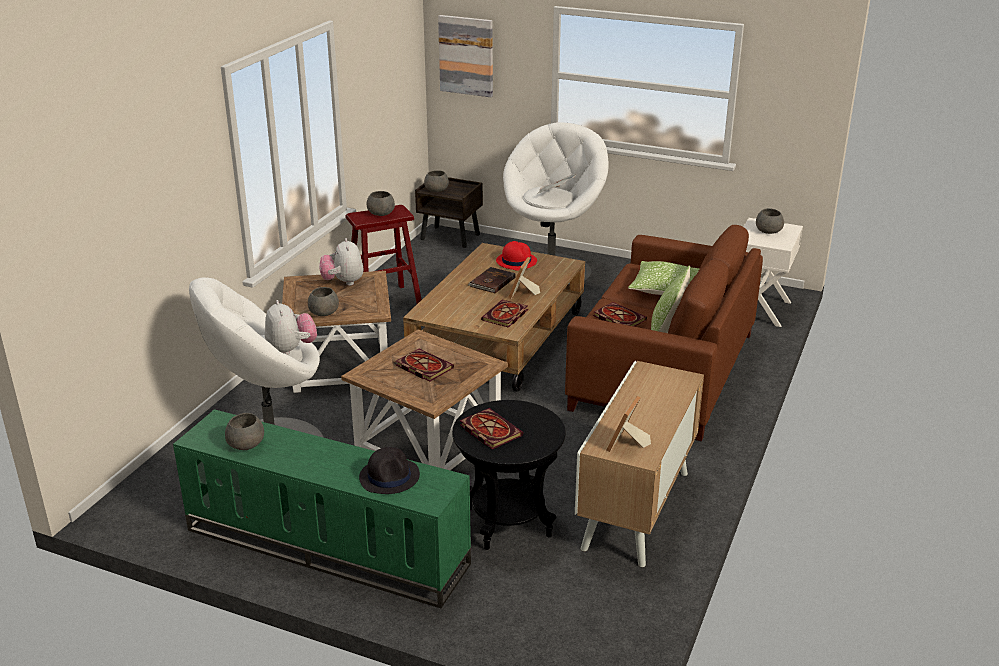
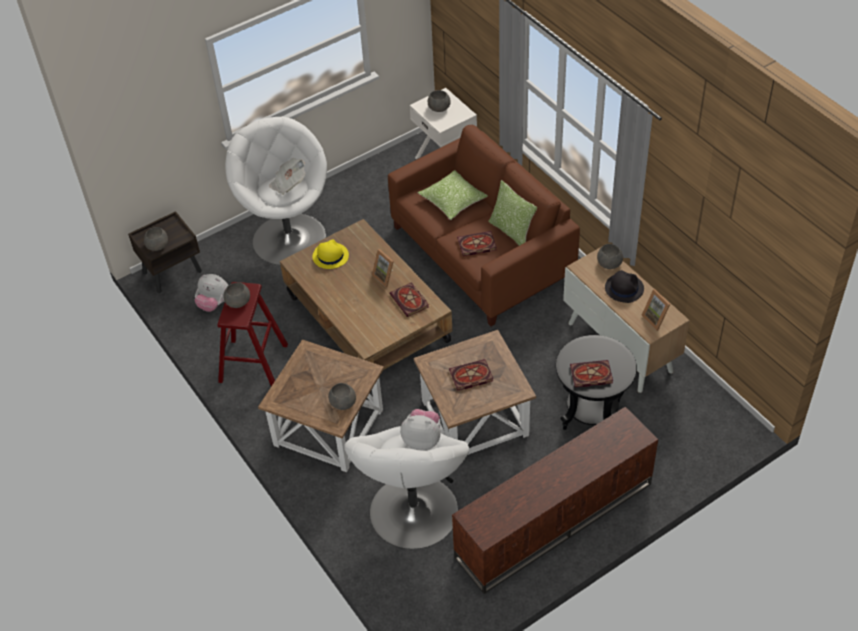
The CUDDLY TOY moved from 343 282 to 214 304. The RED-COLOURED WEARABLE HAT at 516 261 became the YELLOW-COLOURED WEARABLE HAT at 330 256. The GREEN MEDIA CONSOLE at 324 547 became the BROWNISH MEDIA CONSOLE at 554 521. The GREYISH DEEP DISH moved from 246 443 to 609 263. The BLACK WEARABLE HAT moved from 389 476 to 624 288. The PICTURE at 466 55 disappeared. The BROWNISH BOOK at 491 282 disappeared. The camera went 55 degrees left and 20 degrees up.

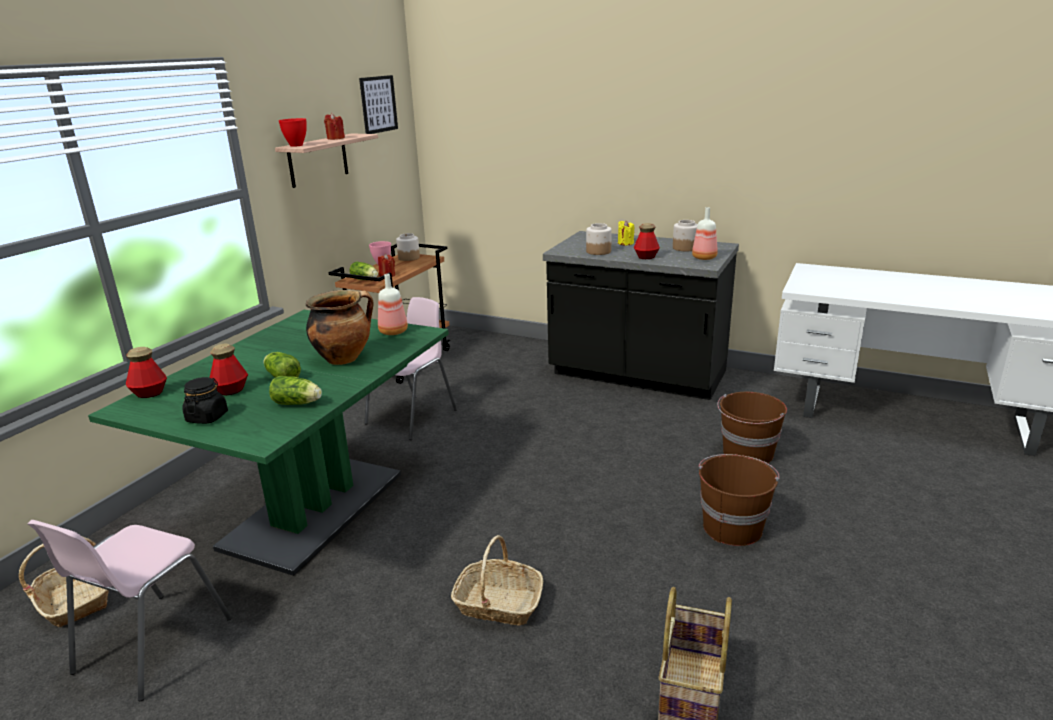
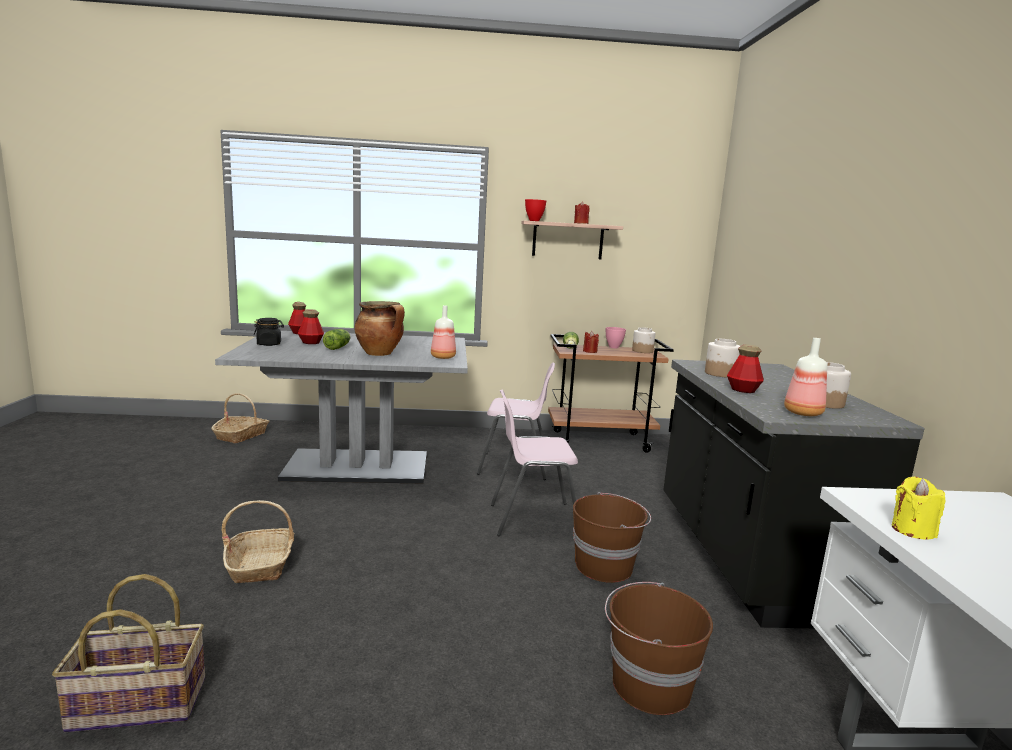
The GREEN KITCHEN TABLE at 314 510 became the GREYISH KITCHEN TABLE at 357 467. The PINKISH UPRIGHT CHAIR moved from 151 646 to 532 519. The BROWNISH BUCKET moved from 732 527 to 605 566. The YELLOW-COLOURED WAX LIGHT moved from 625 243 to 912 530. The HEAD OF LETTUCE at 298 403 disappeared. The PICTURE at 378 104 disappeared. The camera went 60 degrees right and 10 degrees down.

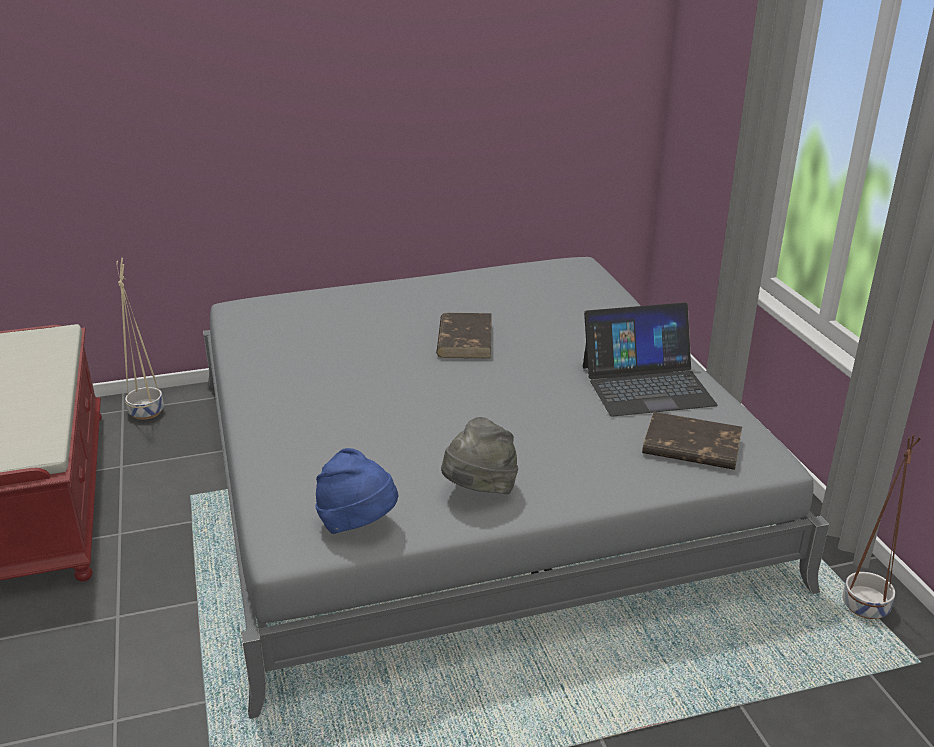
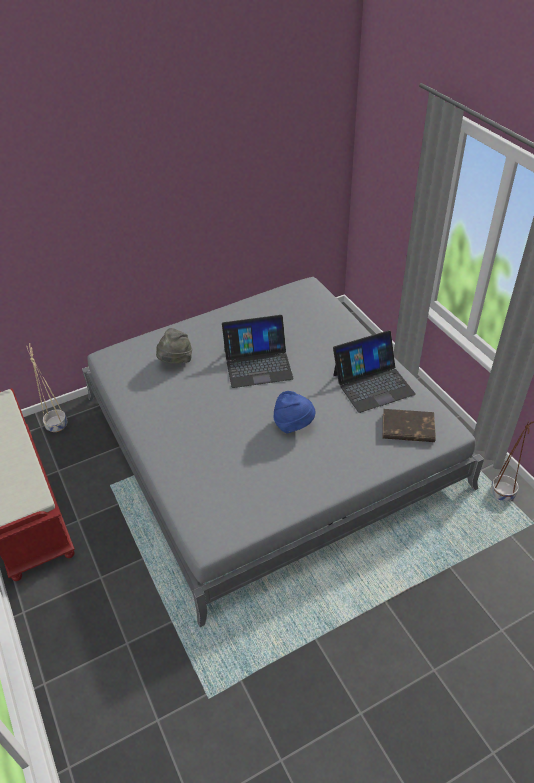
The GREYISH WEARABLE HAT moved from 479 491 to 175 361. The BROWNISH BOOK at 464 339 was replaced by the PORTABLE COMPUTER at 258 364. The BLUISH WEARABLE HAT moved from 357 523 to 293 424. The camera went 10 degrees left and 15 degrees up.

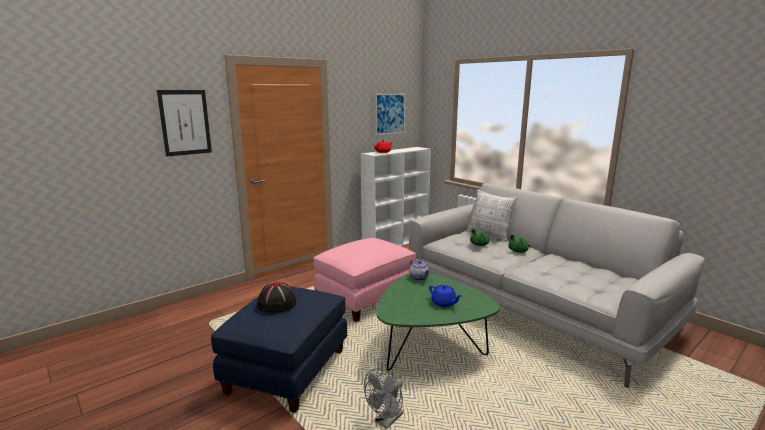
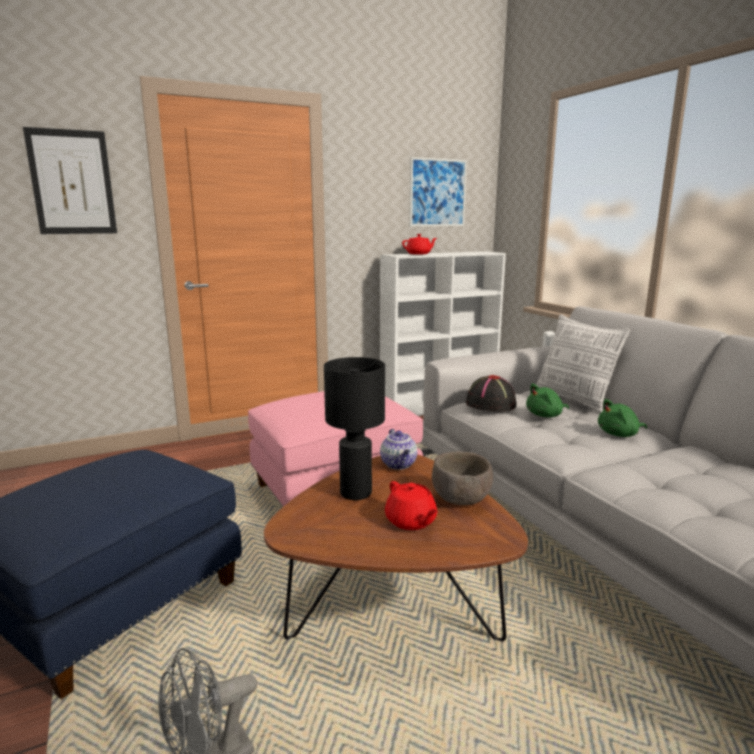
The GREEN COFFEE TABLE at 430 348 became the BROWNISH COFFEE TABLE at 394 604. The BLACK LAMP FOR A TABLE at 356 492 appeared. The BLUISH POT FOR TEA at 444 303 became the RED-COLOURED POT FOR TEA at 411 521. The BROWNISH DEEP DISH at 460 500 appeared. The BLACK WEARABLE HAT moved from 276 304 to 490 404. The camera went 15 degrees right and 0 degrees up.

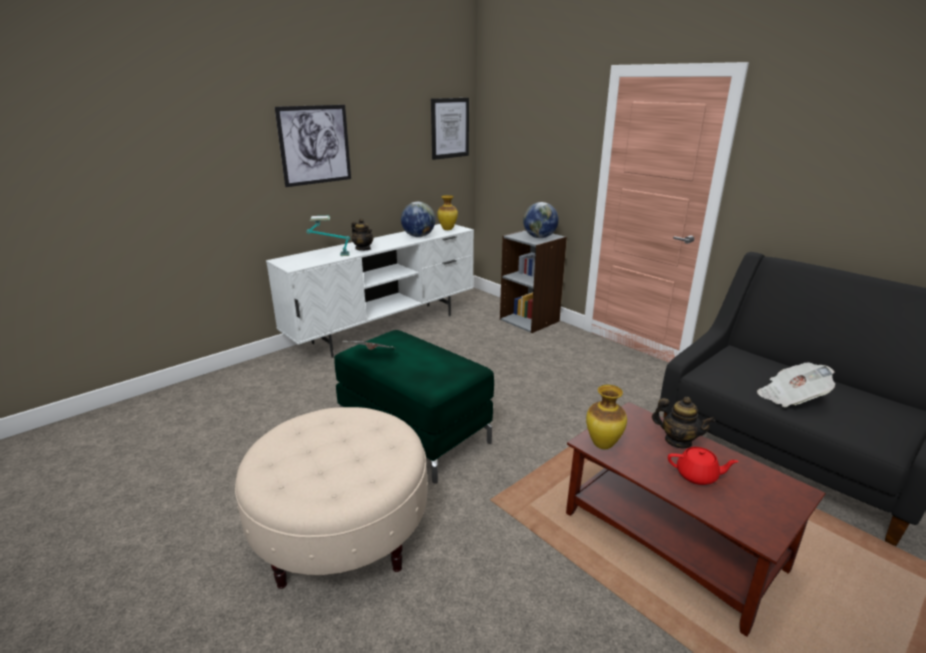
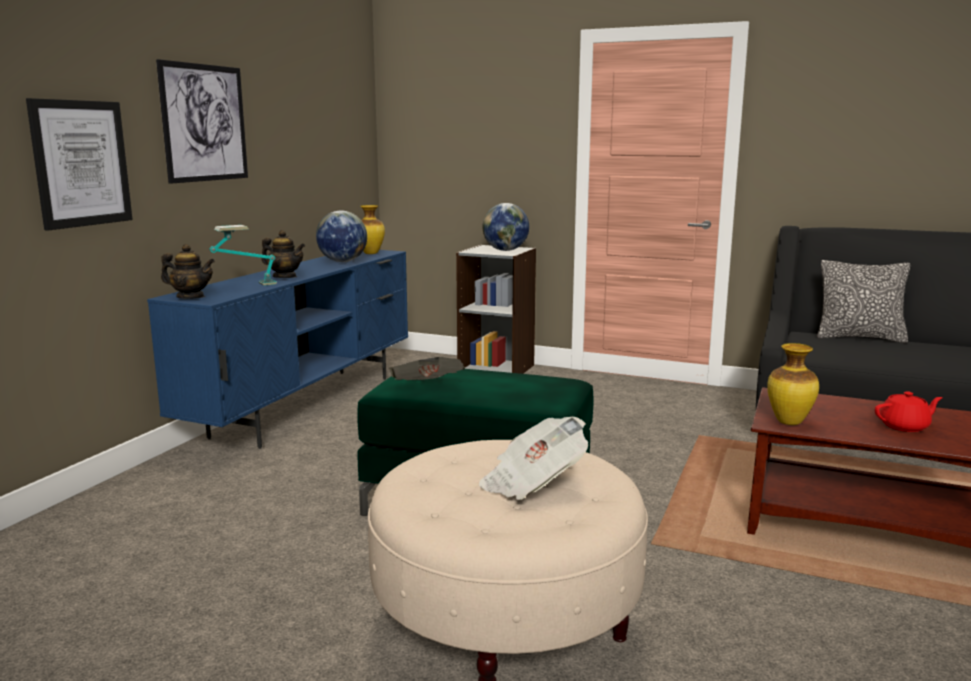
The PICTURE moved from 449 128 to 81 163. The WHITISH MEDIA CONSOLE at 386 328 became the BLUISH MEDIA CONSOLE at 307 405. The POT FOR TEA moved from 678 441 to 190 297. The DAILY PAPER moved from 790 398 to 532 483. The THROW PILLOW at 859 337 appeared. The camera went 25 degrees left and 10 degrees down.

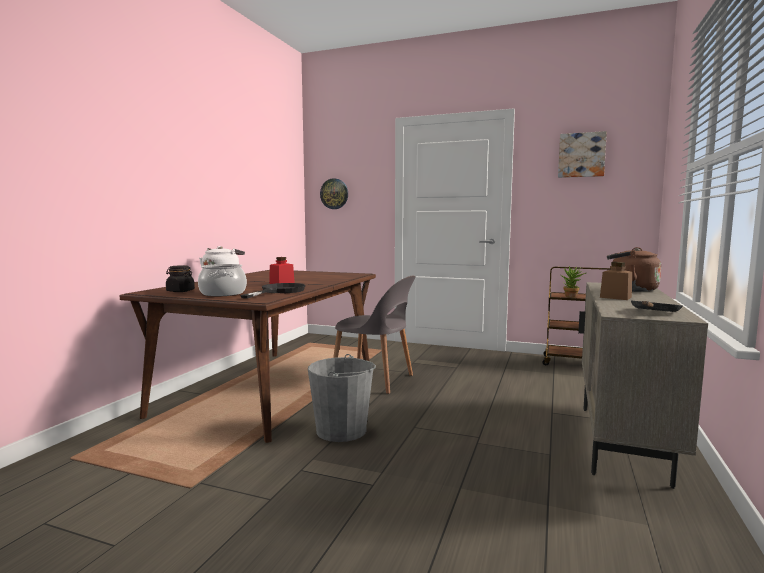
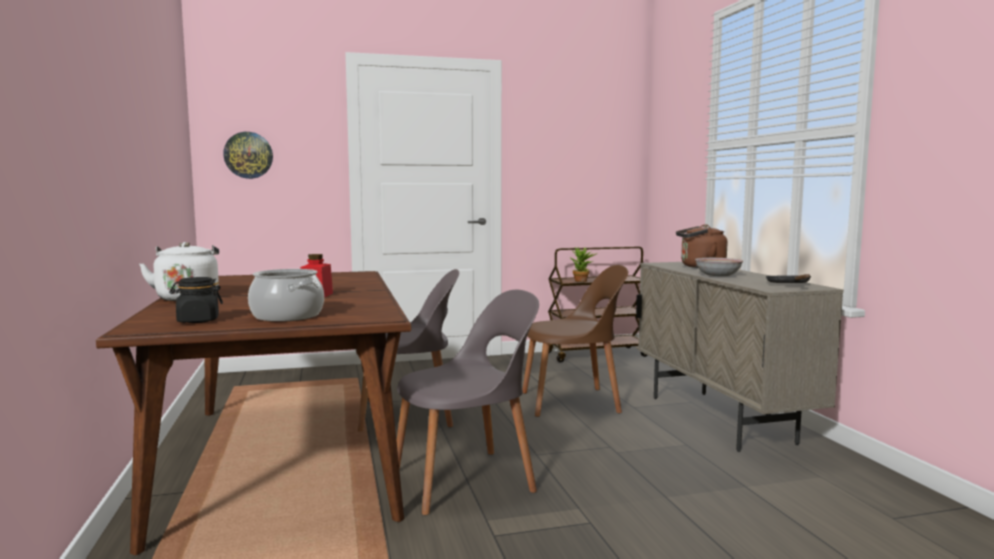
The GREYISH BUCKET at 342 430 was replaced by the GREYISH UPRIGHT CHAIR at 467 480. The BROWNISH UPRIGHT CHAIR at 573 402 appeared. The BROWNISH STORAGE JAR at 615 297 was replaced by the DEEP DISH at 718 275. The BLACK PAN at 278 291 disappeared. The PICTURE at 581 155 disappeared. The camera went 35 degrees left and 0 degrees up.

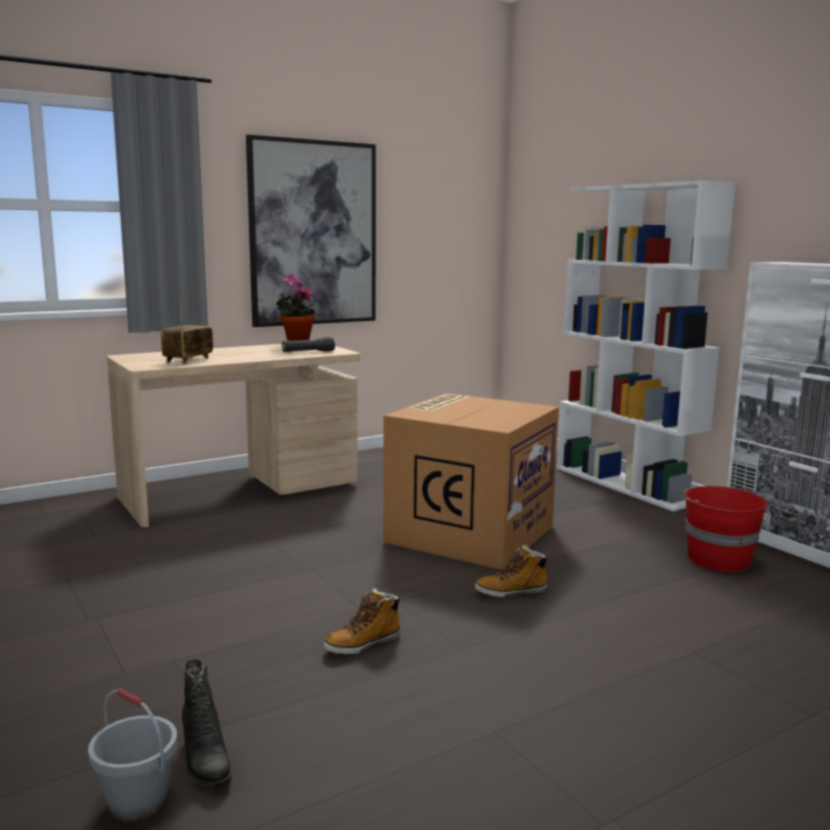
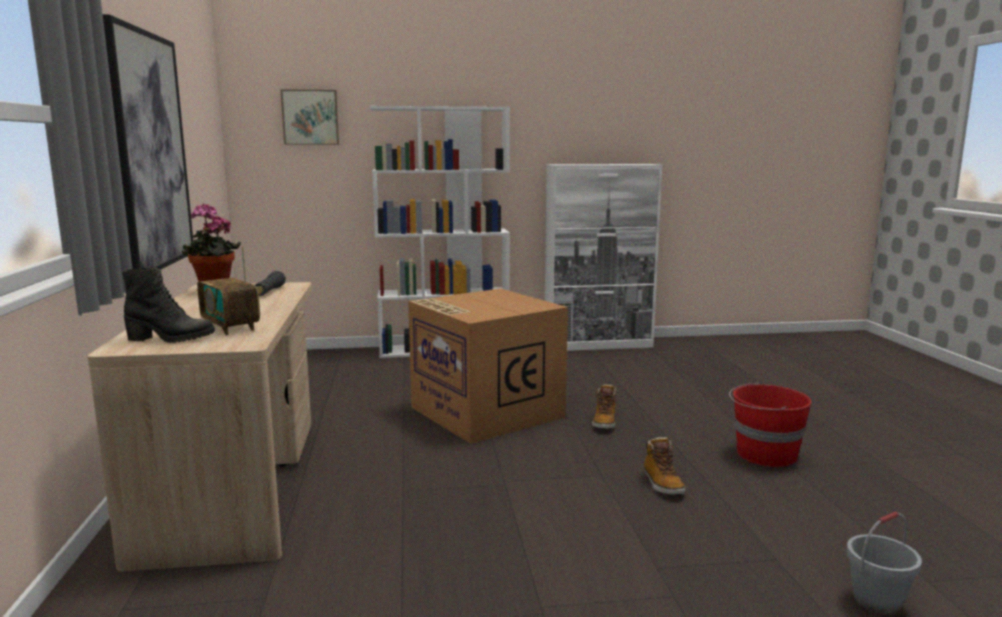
The BLACK BOOT moved from 204 763 to 170 339. The PICTURE at 310 117 appeared. The RED-COLOURED BUCKET moved from 717 559 to 765 454. The camera went 65 degrees left and 0 degrees up.

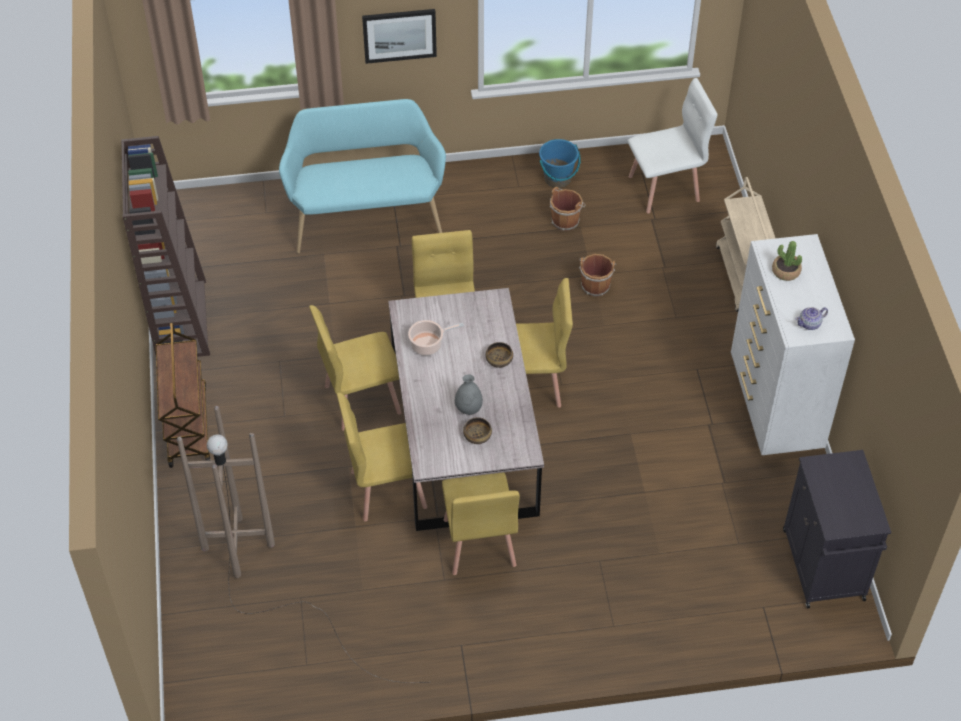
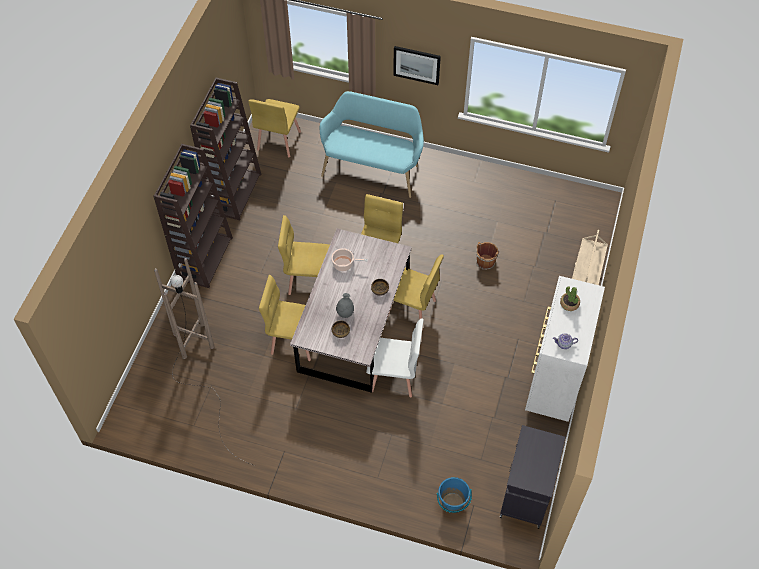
The BROWNISH CART at 187 426 was replaced by the BROWNISH BOOKCASE at 205 258. The YELLOW-COLOURED UPRIGHT CHAIR moved from 478 543 to 278 141. The WHITISH UPRIGHT CHAIR moved from 665 188 to 394 377. The BLUISH BUCKET moved from 557 178 to 452 503. The BROWNISH BUCKET at 566 220 disappeared. The camera went 25 degrees right and 5 degrees up.

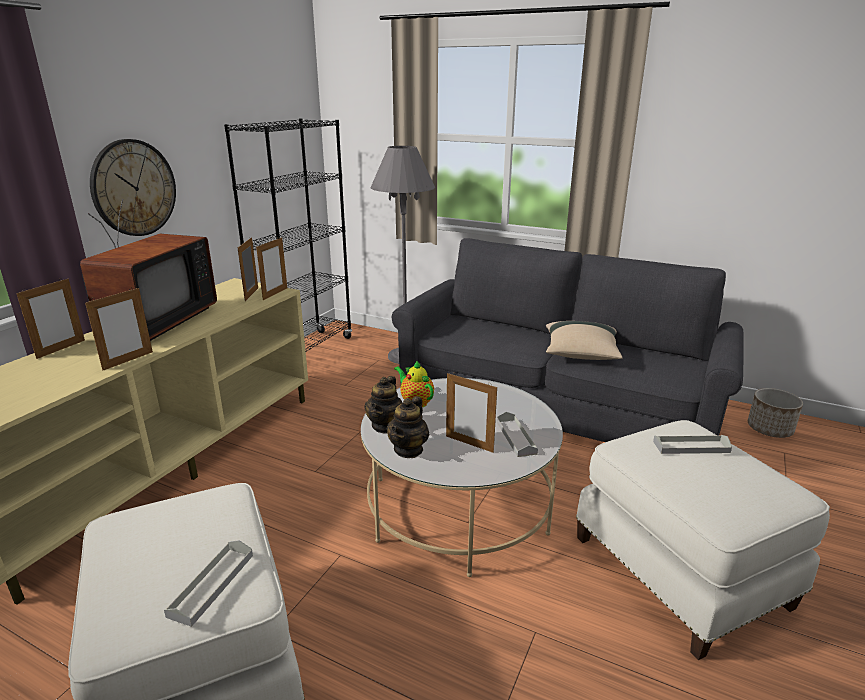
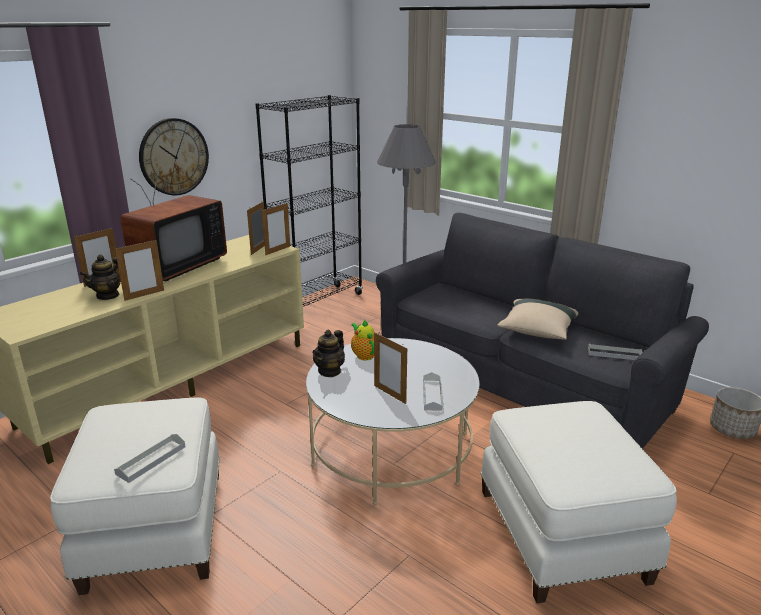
The POT FOR TEA moved from 408 449 to 108 295. The GREYISH CARRYING TRAY moved from 691 447 to 614 354. The camera went 15 degrees right and 0 degrees up.

